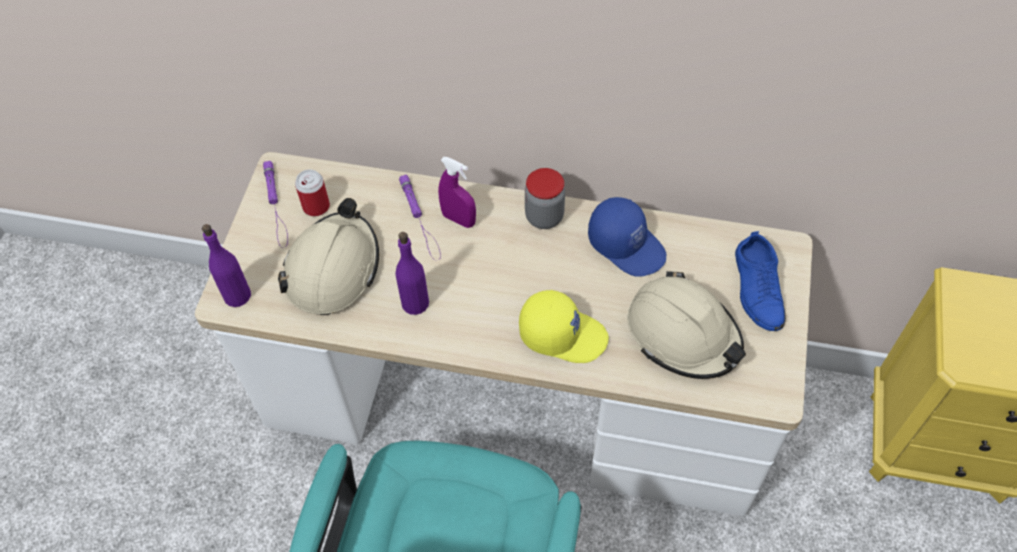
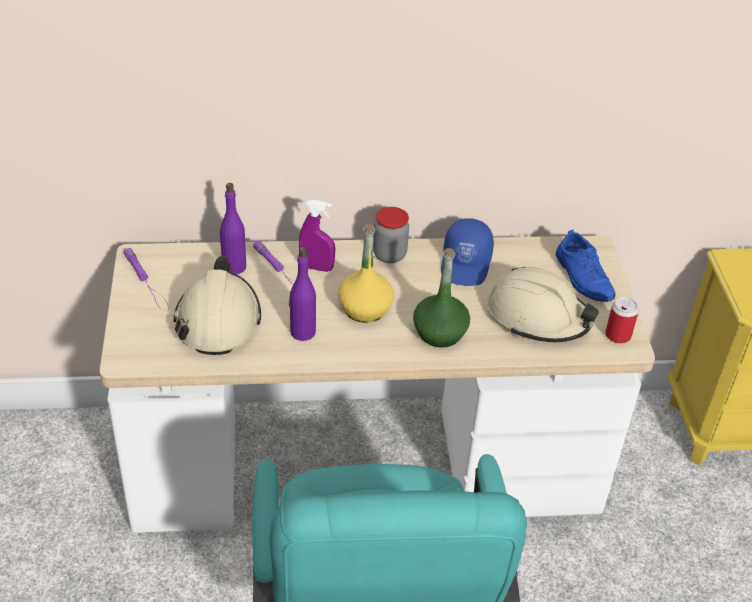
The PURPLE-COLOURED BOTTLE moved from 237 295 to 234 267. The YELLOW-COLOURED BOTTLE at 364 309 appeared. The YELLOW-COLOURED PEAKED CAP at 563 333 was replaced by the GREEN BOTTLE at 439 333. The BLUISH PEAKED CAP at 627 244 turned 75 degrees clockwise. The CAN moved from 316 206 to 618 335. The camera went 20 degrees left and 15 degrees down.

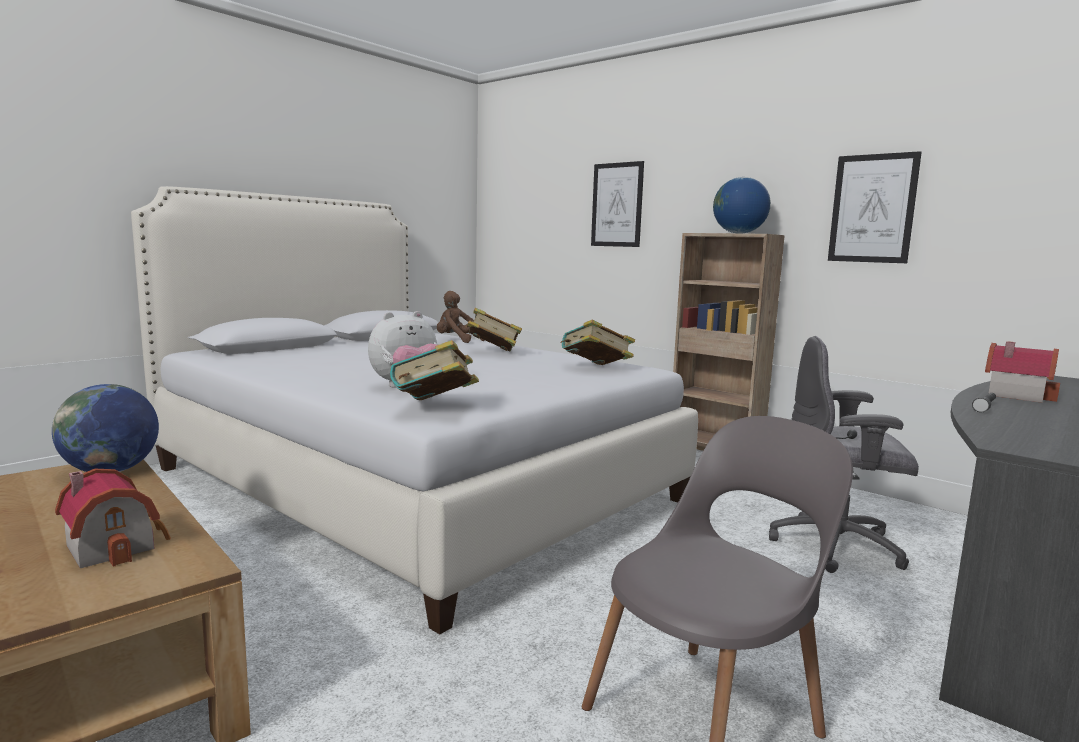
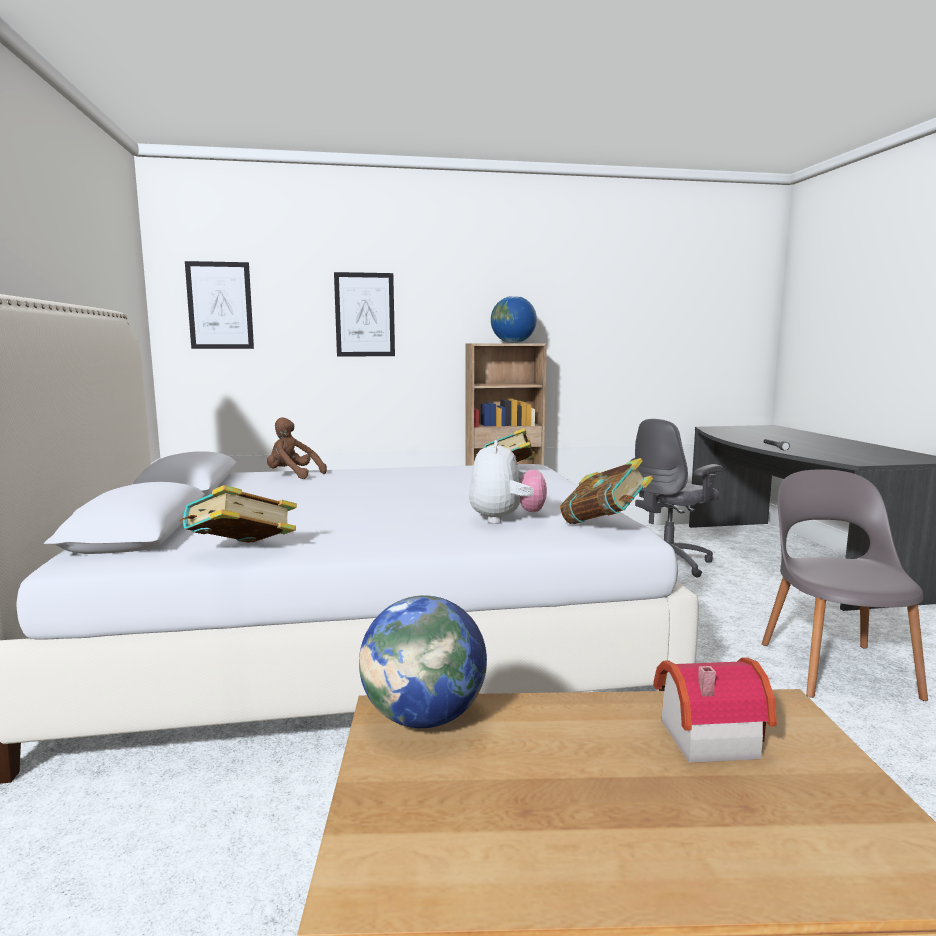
The BOOK moved from 492 353 to 241 553. The PICTURE moved from 872 208 to 220 305. The BROWNISH CUDDLY TOY at 456 341 turned 45 degrees clockwise. The TOY HOUSE at 1014 394 disappeared. The camera went 50 degrees left and 0 degrees up.

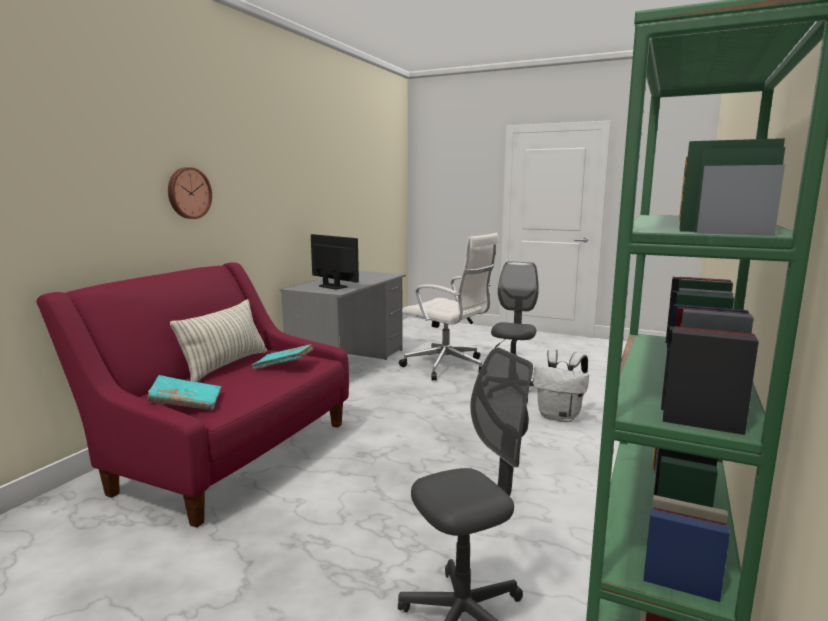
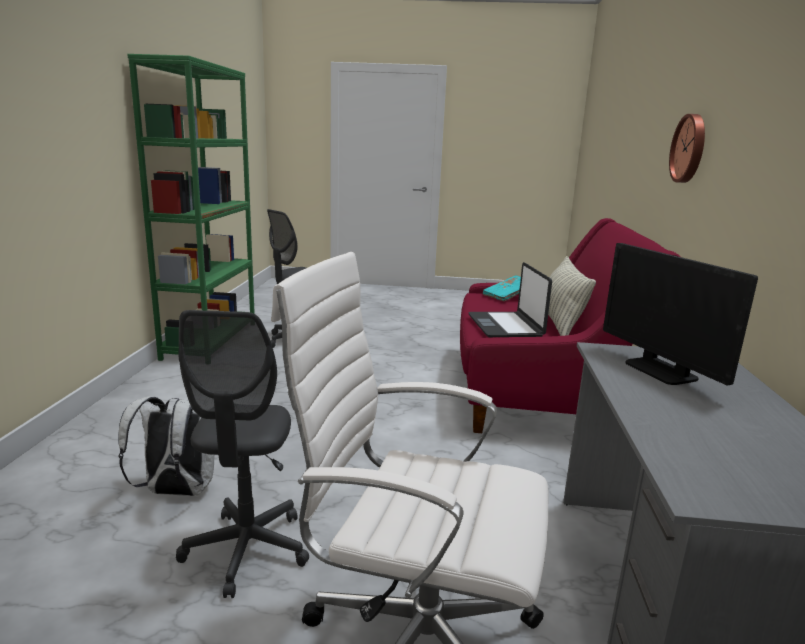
The TURQUOISE-COLOURED BOOK at 284 366 was replaced by the PORTABLE COMPUTER at 506 326. The COMPUTER DISPLAY at 333 286 turned 45 degrees clockwise. The camera went 160 degrees right and 5 degrees up.

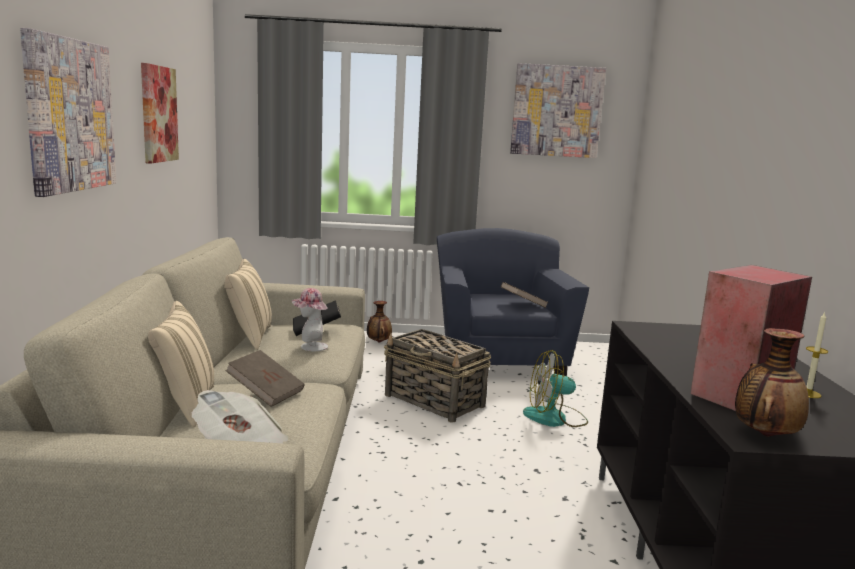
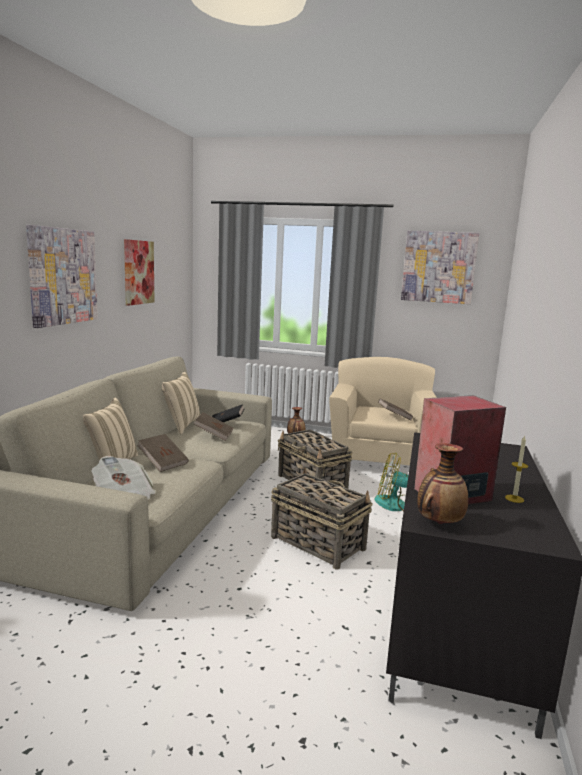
The WEARABLE HAT at 310 347 was replaced by the BROWNISH BOOK at 214 435. The BASKET at 317 542 appeared. The BLUISH LOUNGE CHAIR at 498 361 became the BEIGE-COLOURED LOUNGE CHAIR at 378 459. The camera went 15 degrees right and 0 degrees up.

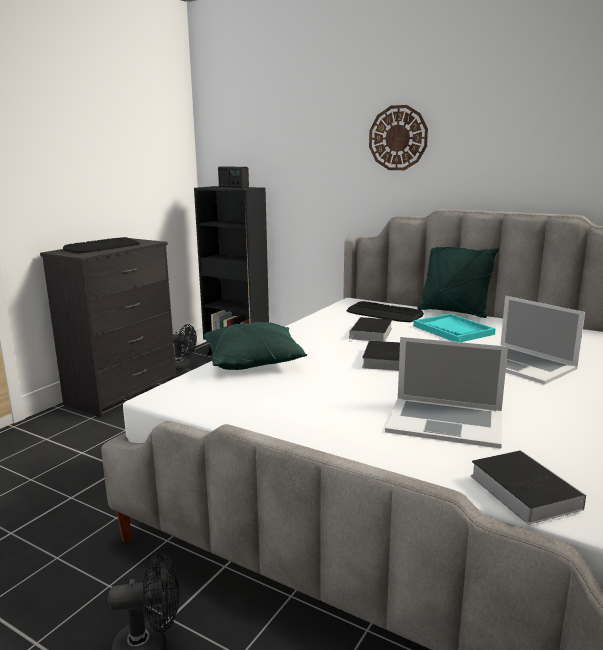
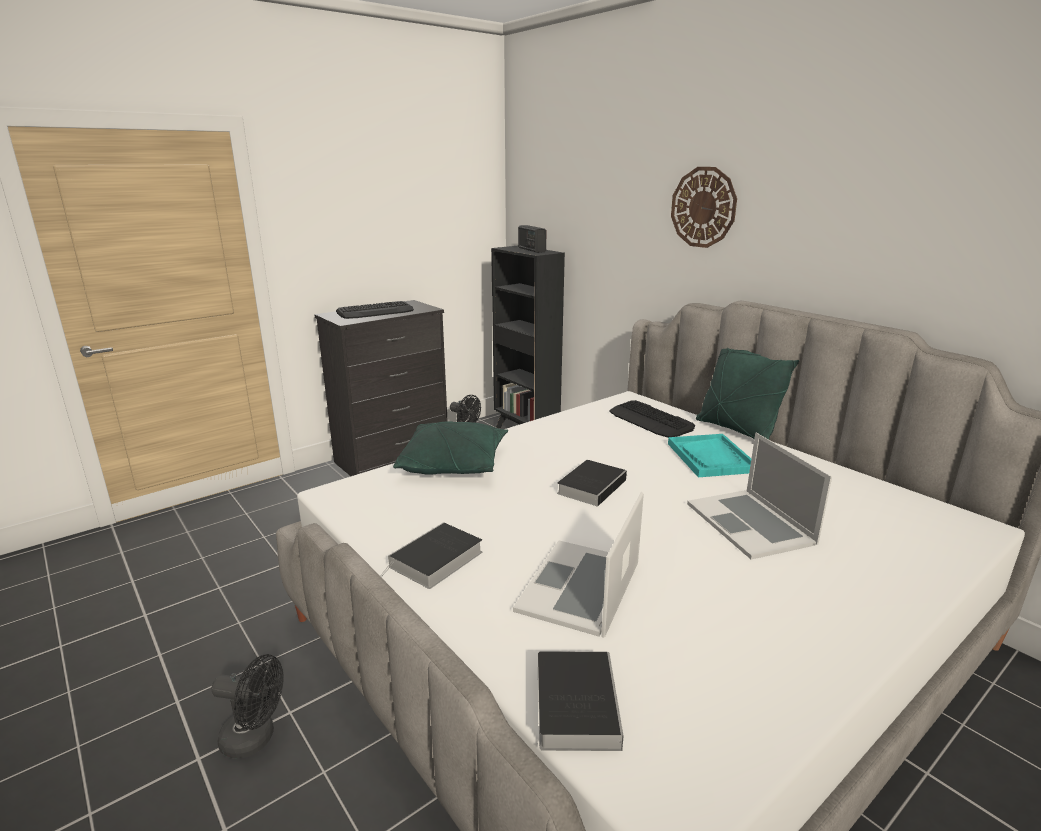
The BOOK moved from 371 333 to 435 561. The PORTABLE COMPUTER at 445 422 turned 75 degrees clockwise. The camera went 20 degrees right and 5 degrees up.

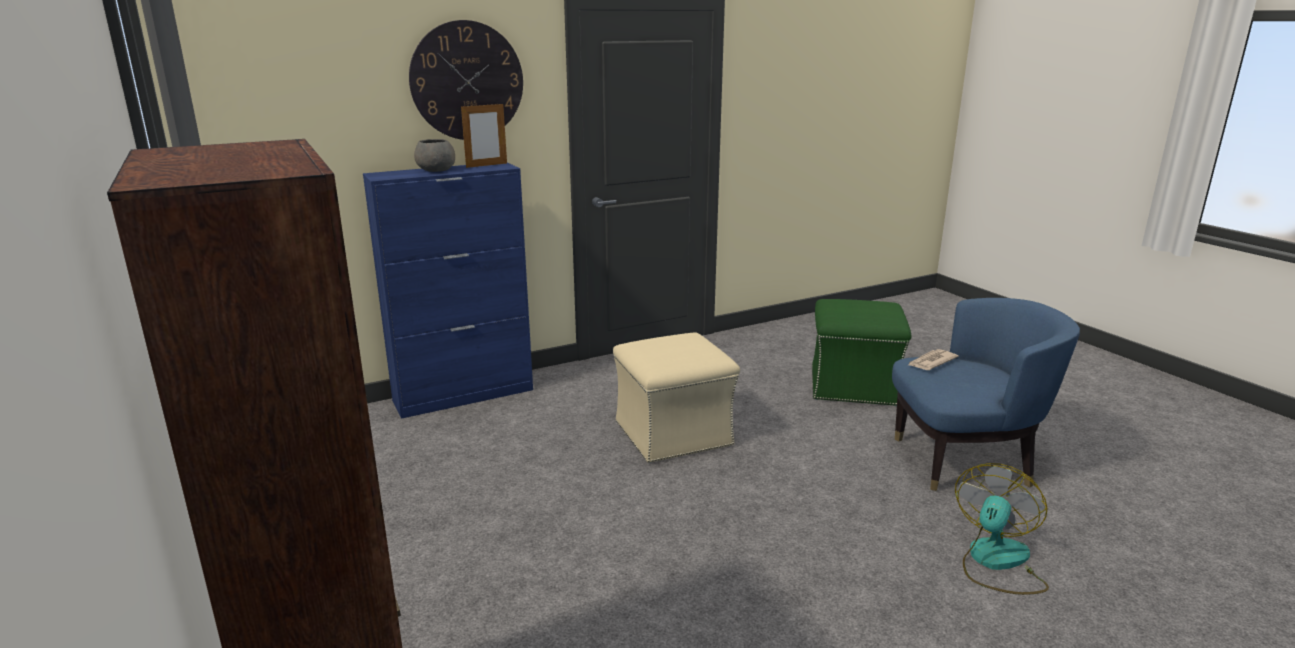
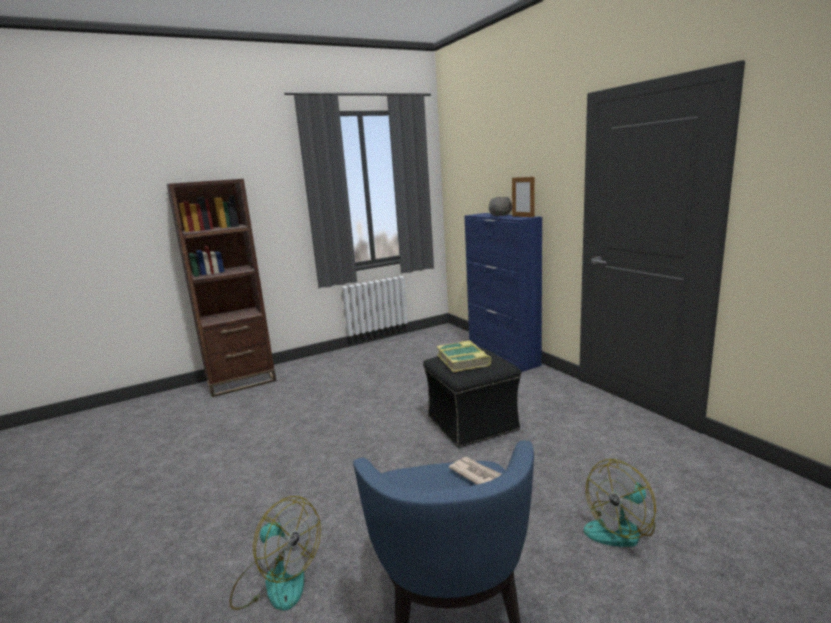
The BEIGE-COLOURED POUFFE at 674 433 became the BLACK POUFFE at 472 424. The BOOK at 463 360 appeared. The GREEN POUFFE at 854 386 was replaced by the FAN at 620 528. The WALL CLOCK at 467 81 disappeared. The camera went 90 degrees right and 5 degrees down.

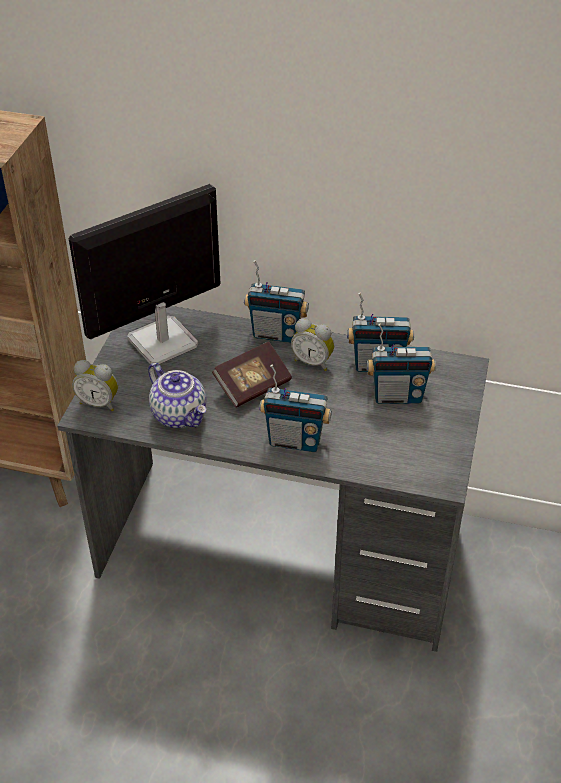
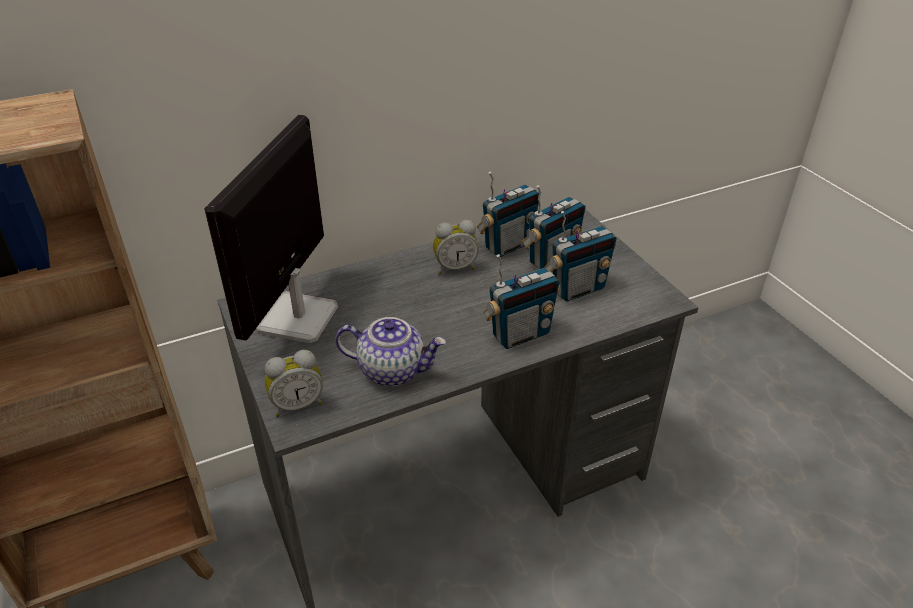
The RADIO SET moved from 276 334 to 577 289. The BOOK at 252 386 disappeared. The camera went 40 degrees left and 5 degrees down.

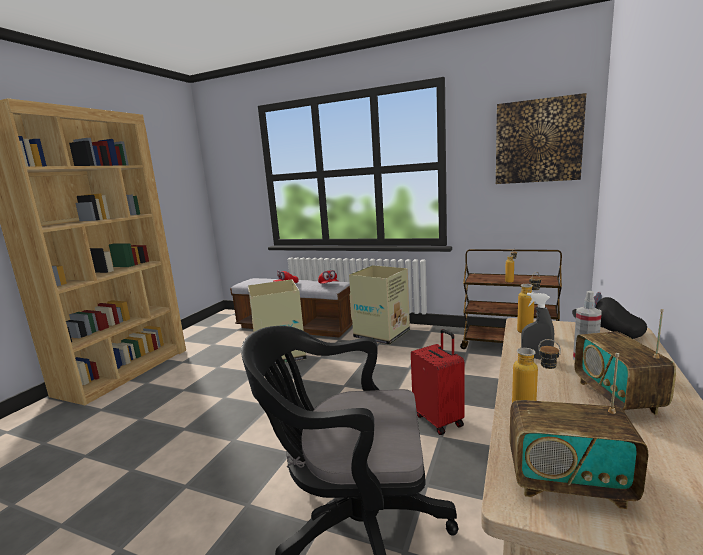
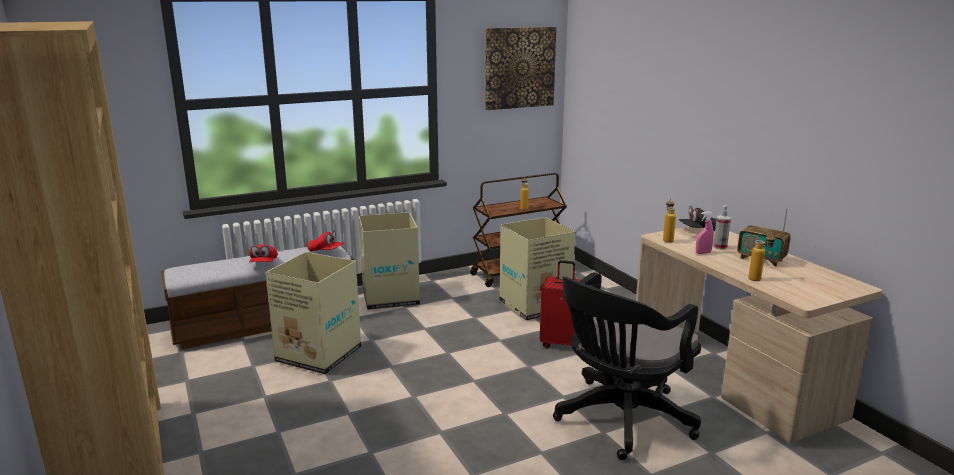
The CARTON at 533 306 appeared. The GREYISH SPRAYER at 536 357 became the PINKISH SPRAYER at 703 253. The RADIO SET at 568 483 disappeared. The camera went 50 degrees left and 5 degrees up.

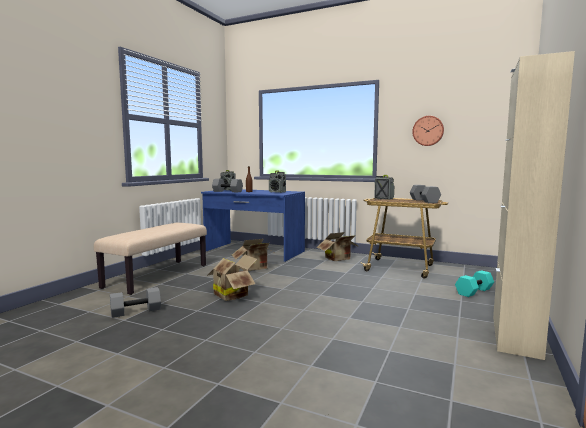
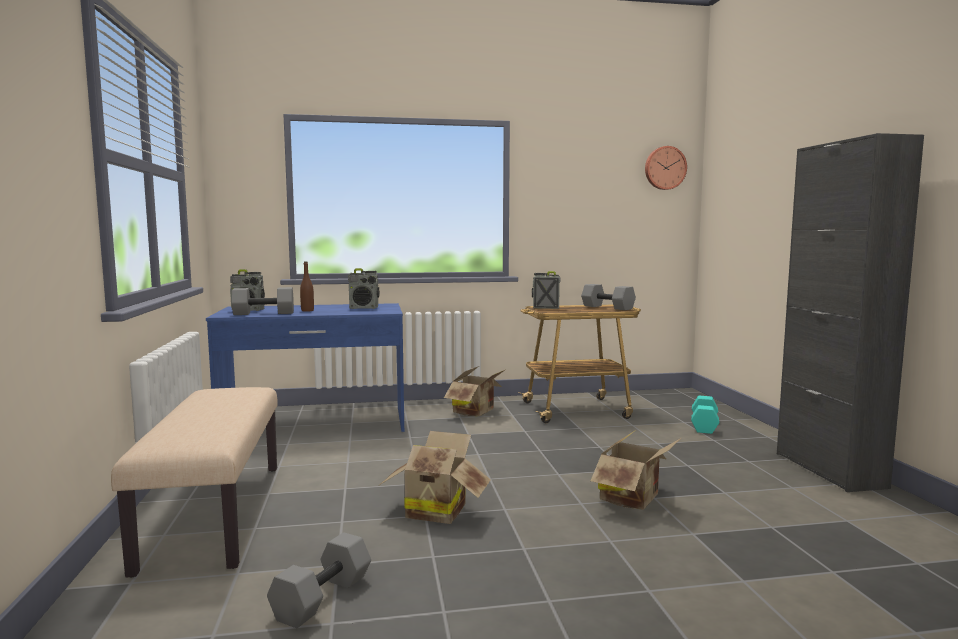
The CARTON moved from 256 268 to 634 499. The WALL CLOCK moved from 428 131 to 664 168. The BEIGE-COLOURED CABINET at 515 336 became the BLACK CABINET at 829 470. The camera went 35 degrees left and 0 degrees up.

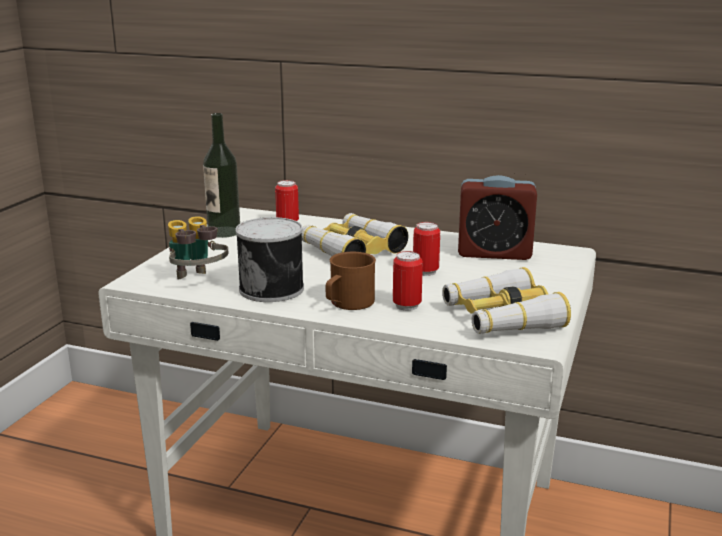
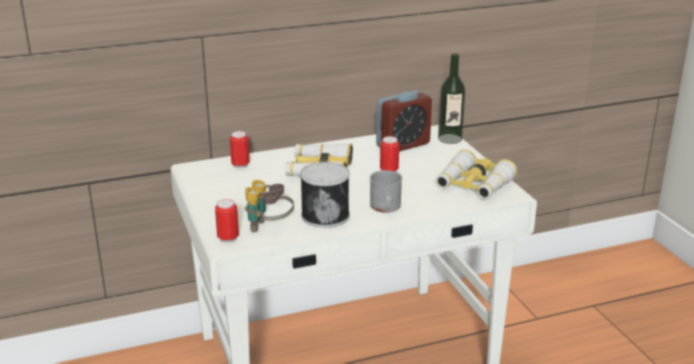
The CAN moved from 406 306 to 228 238. The BROWNISH TEA MUG at 347 304 became the GREYISH TEA MUG at 385 208. The BOTTLE moved from 224 232 to 450 139. The camera went 40 degrees left and 5 degrees up.

